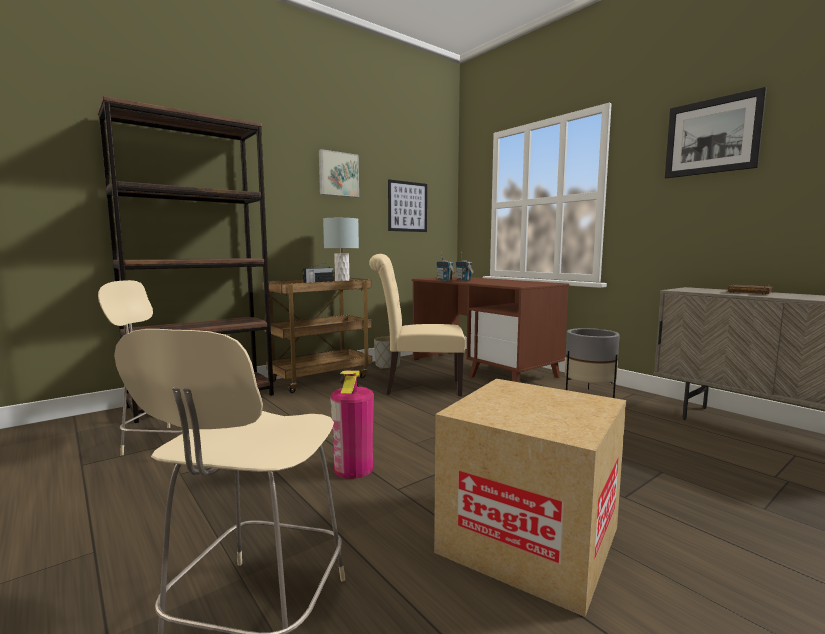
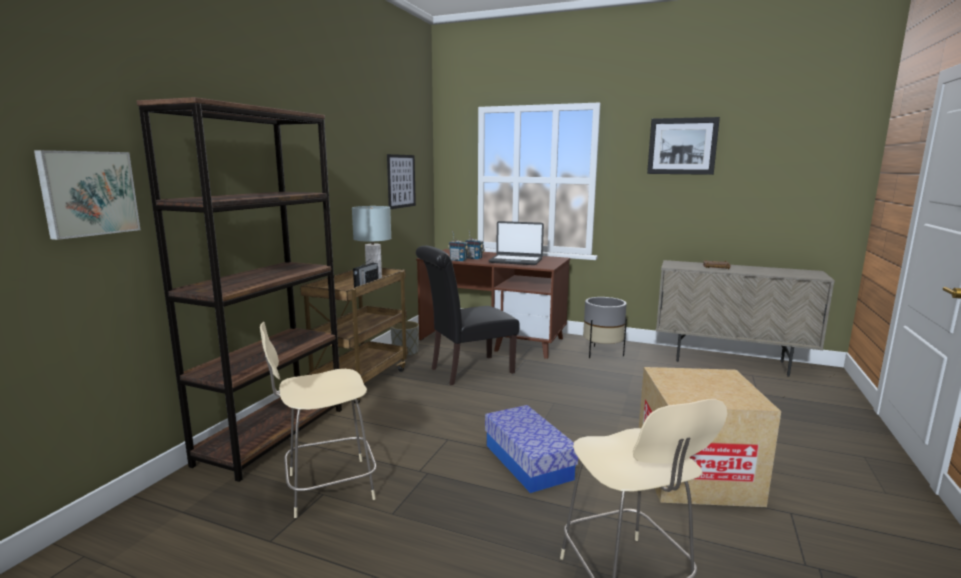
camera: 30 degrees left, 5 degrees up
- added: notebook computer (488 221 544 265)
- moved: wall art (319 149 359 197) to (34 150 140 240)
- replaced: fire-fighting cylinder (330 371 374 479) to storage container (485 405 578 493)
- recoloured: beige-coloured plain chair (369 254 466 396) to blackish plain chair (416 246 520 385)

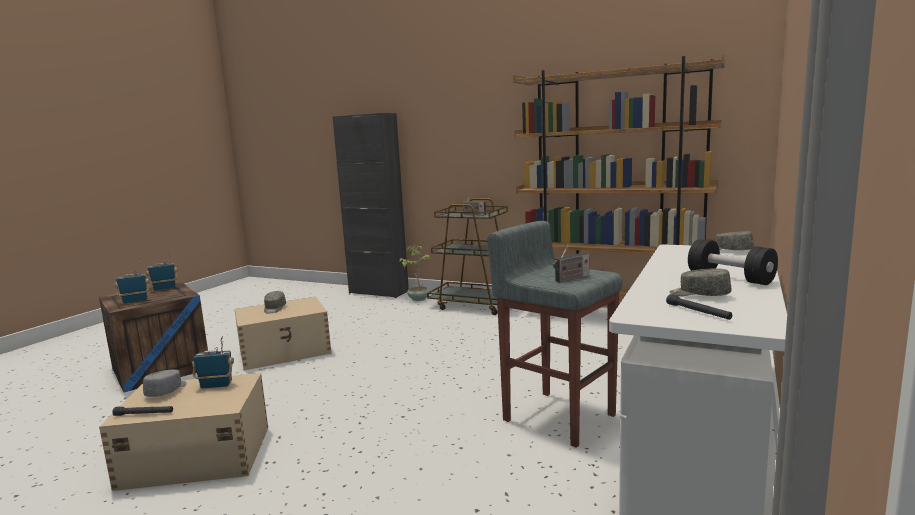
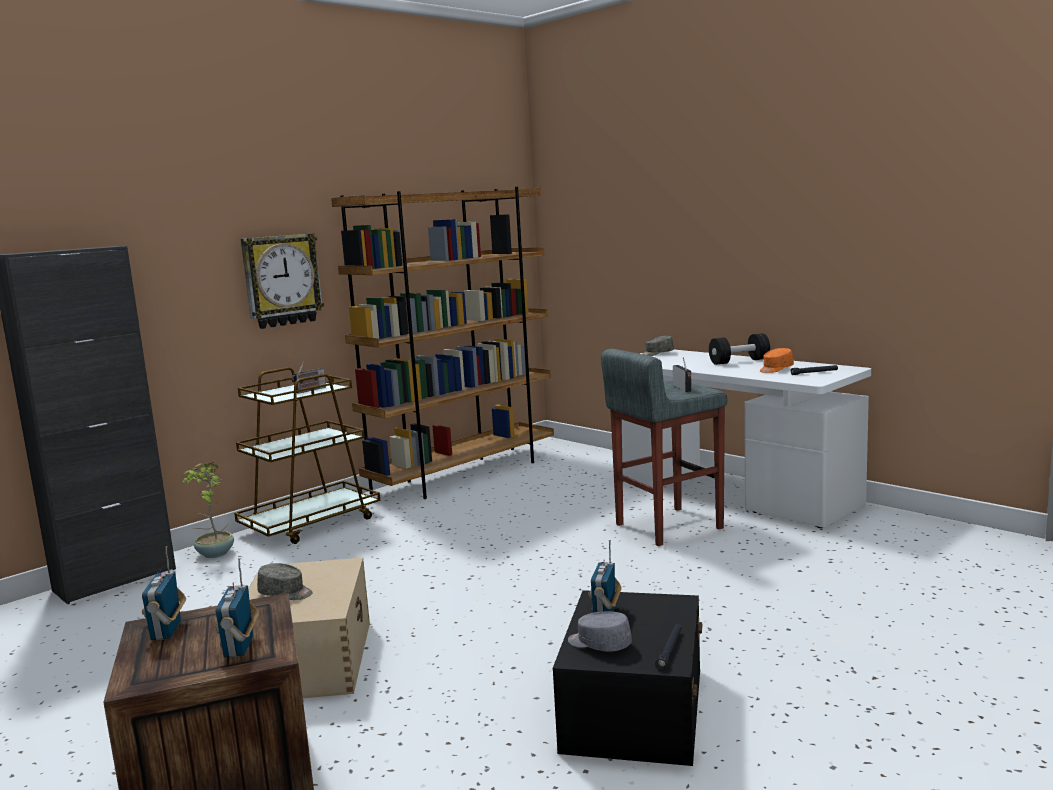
camera: 70 degrees left, 0 degrees up
- added: clock on the wall (241 233 324 329)
- recoloured: beige-coloured storage container (99 373 268 491) to blackish storage container (553 590 703 766)
- recoloured: grey cap (669 268 731 296) to orange cap (760 348 794 373)

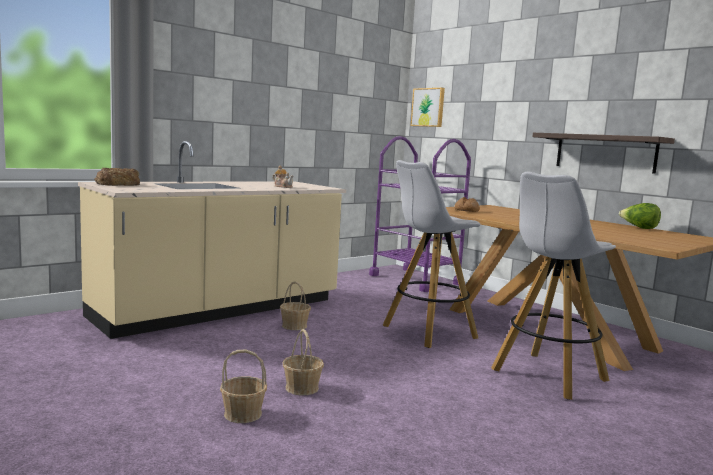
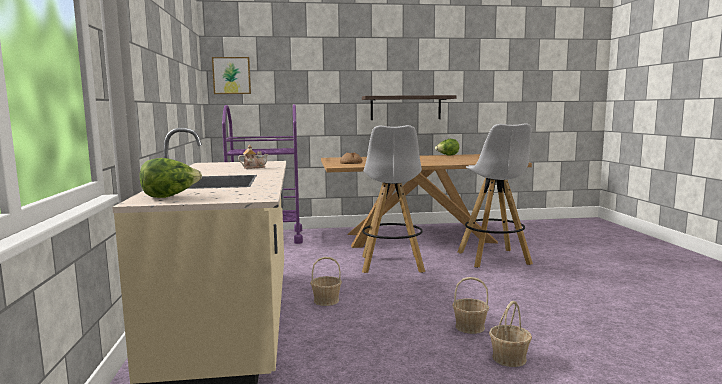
camera: 55 degrees left, 0 degrees up
- replaced: bakery bread (94 168 140 186) to head of lettuce (140 158 202 198)

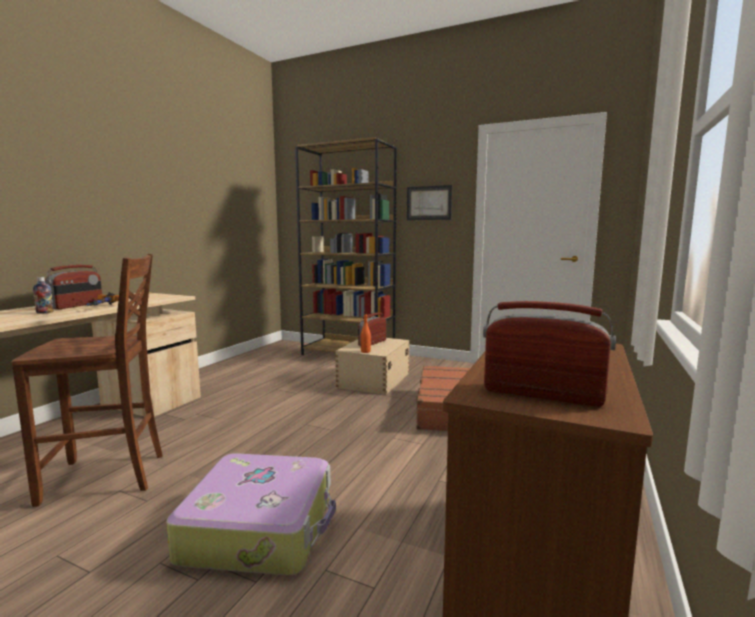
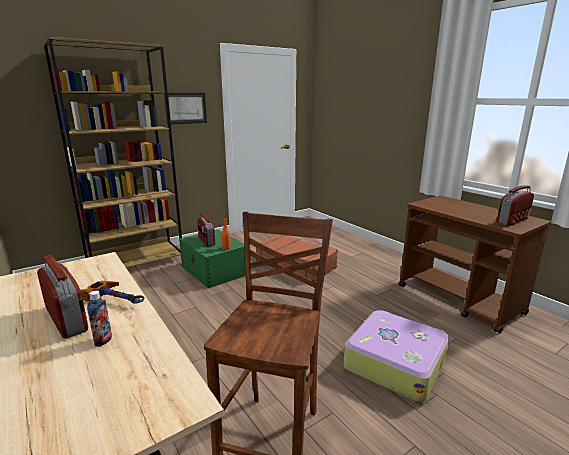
camera: 60 degrees left, 10 degrees up
- recoloured: beige-coloured storage container (335 338 409 395) to greenish storage container (179 230 246 288)

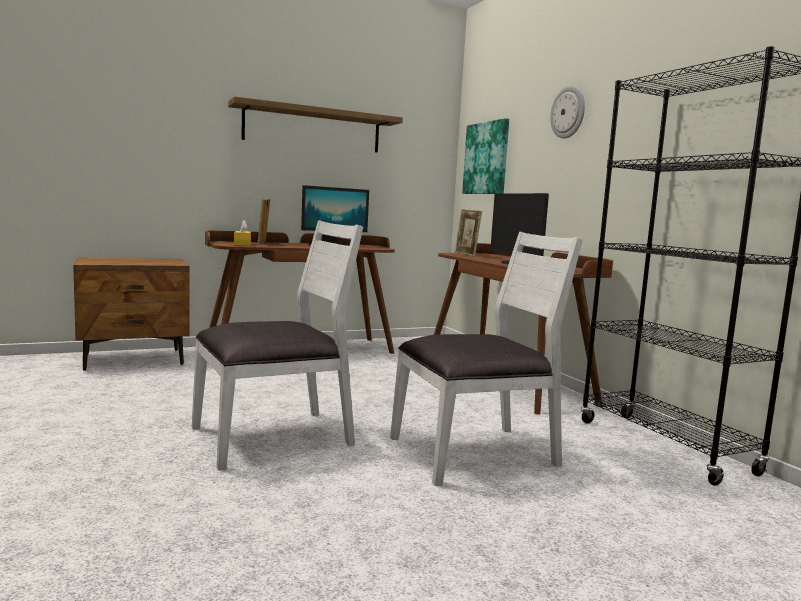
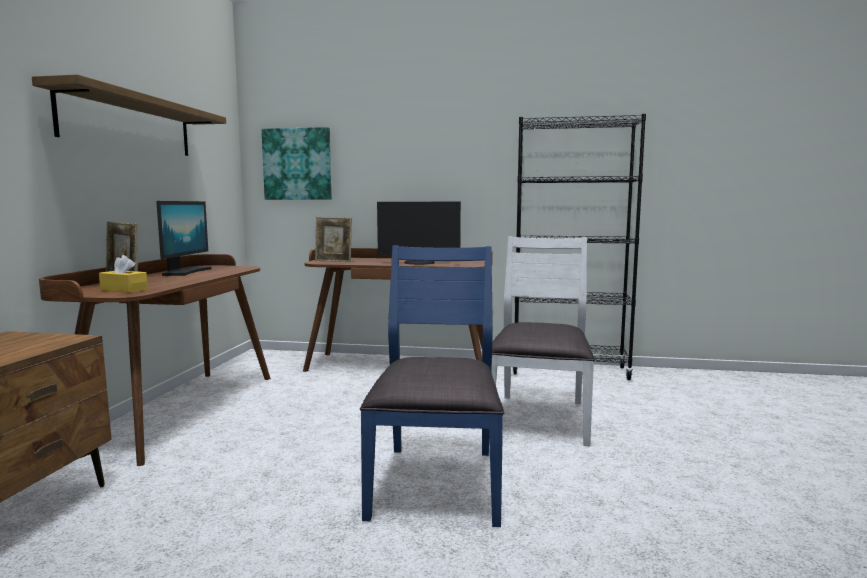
camera: 55 degrees left, 0 degrees up
- removed: clock on the wall (550 86 585 139)
- recoloured: white-coloured plain chair (192 220 363 471) to blue-coloured plain chair (360 246 504 527)

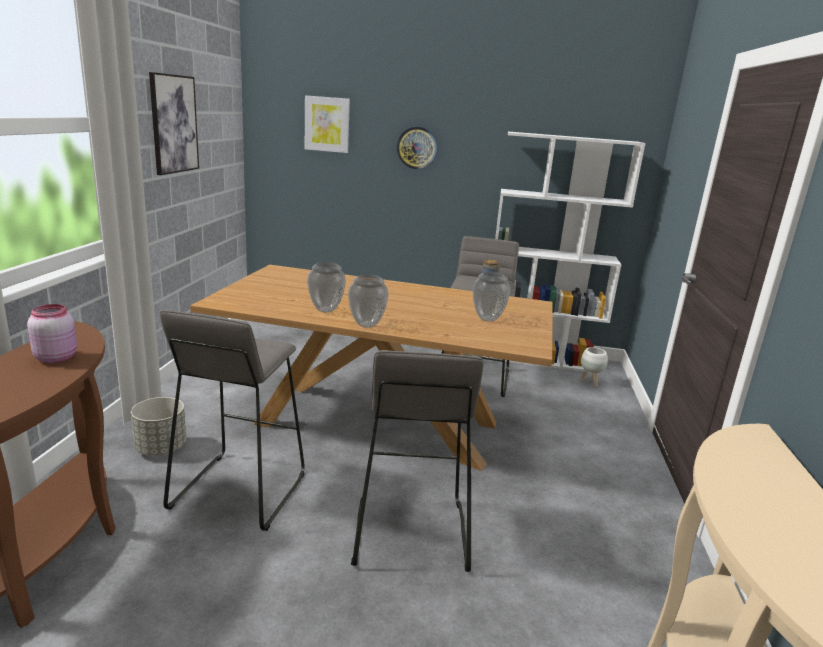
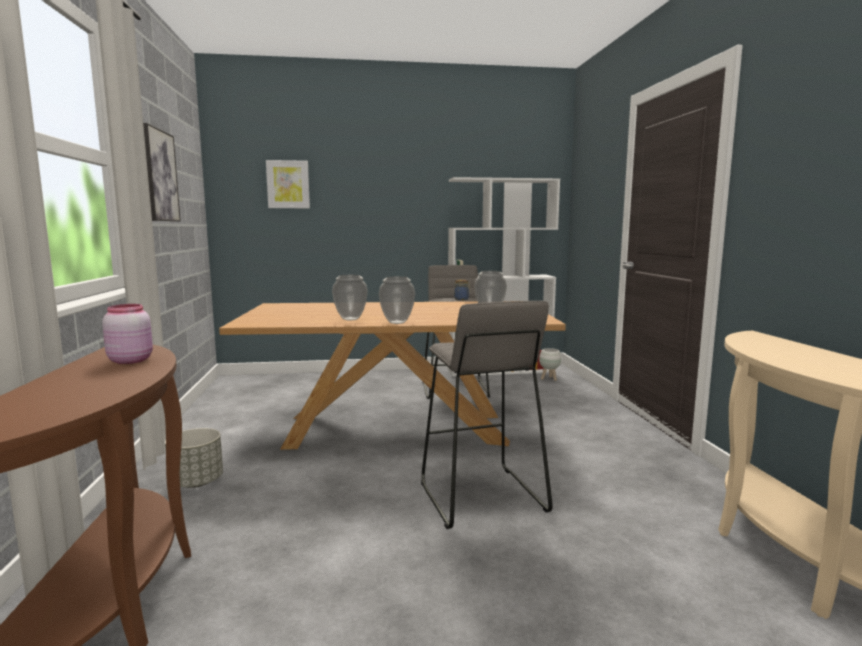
camera: 15 degrees left, 10 degrees down
- removed: grey sitting stool (160 310 305 531)
- removed: clock on the wall (397 126 438 169)

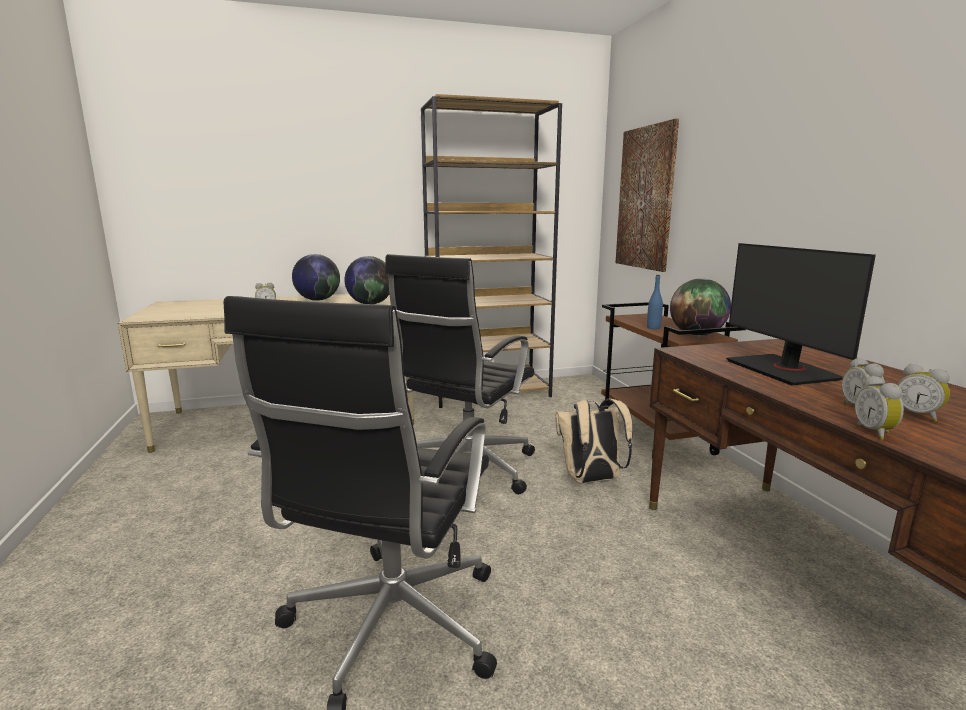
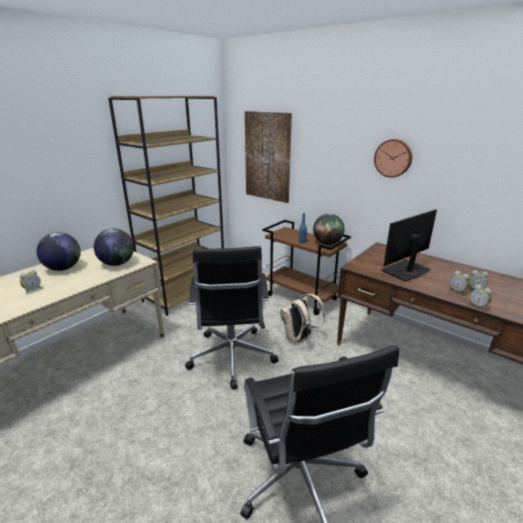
camera: 35 degrees left, 10 degrees up
- added: clock on the wall (374 139 412 178)
- turned: computer display (726 243 876 385) = (381 209 437 282) 105 degrees clockwise

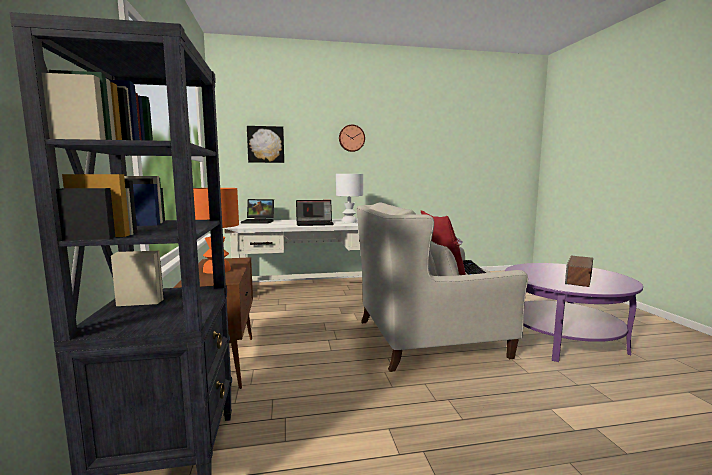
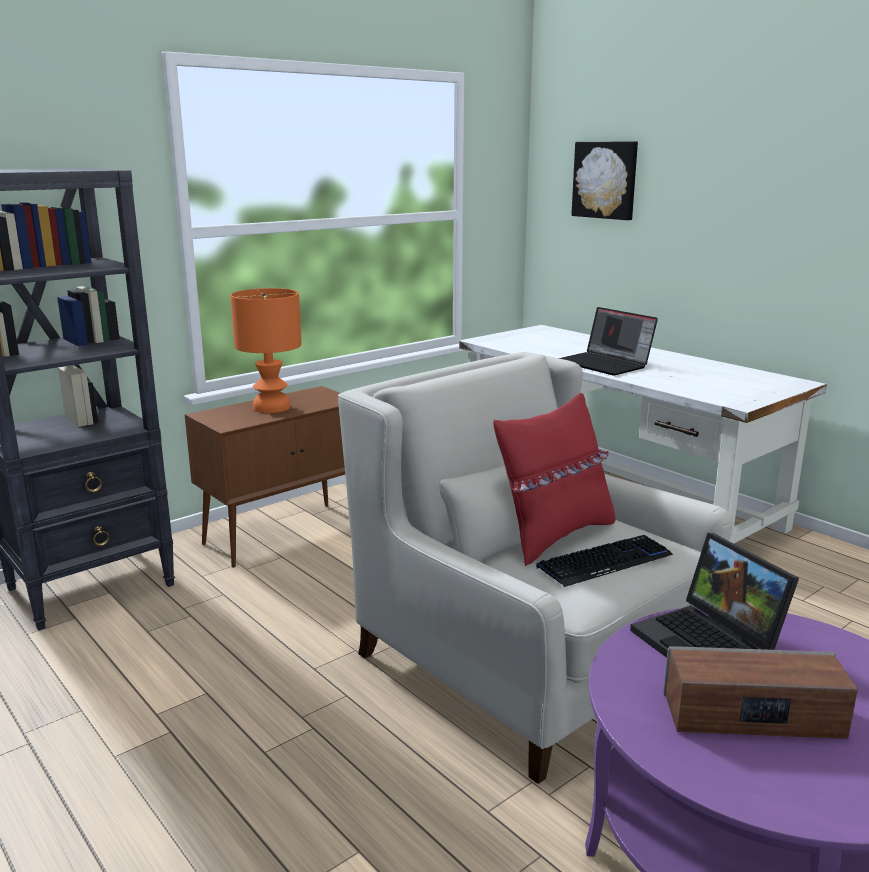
camera: 60 degrees right, 10 degrees up
- removed: white-coloured table lamp (336 174 363 223)
- removed: clock on the wall (339 125 365 152)
- moved: notebook computer (241 199 274 224) to (630 533 799 658)

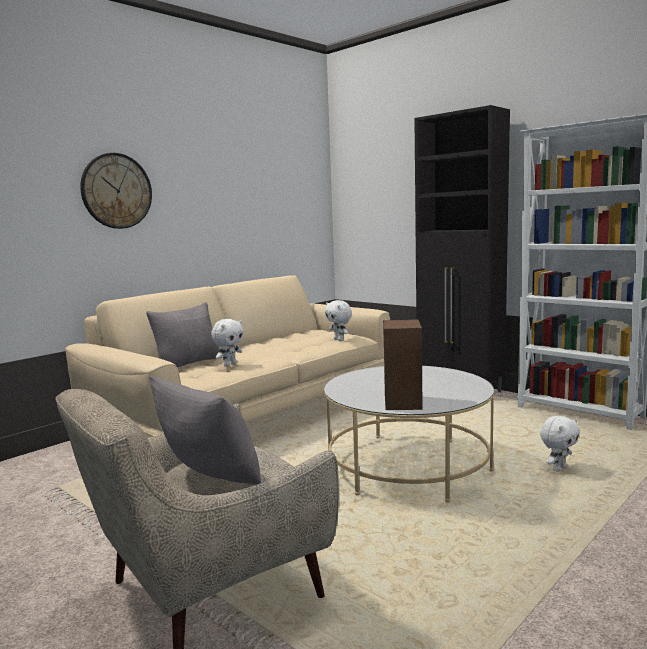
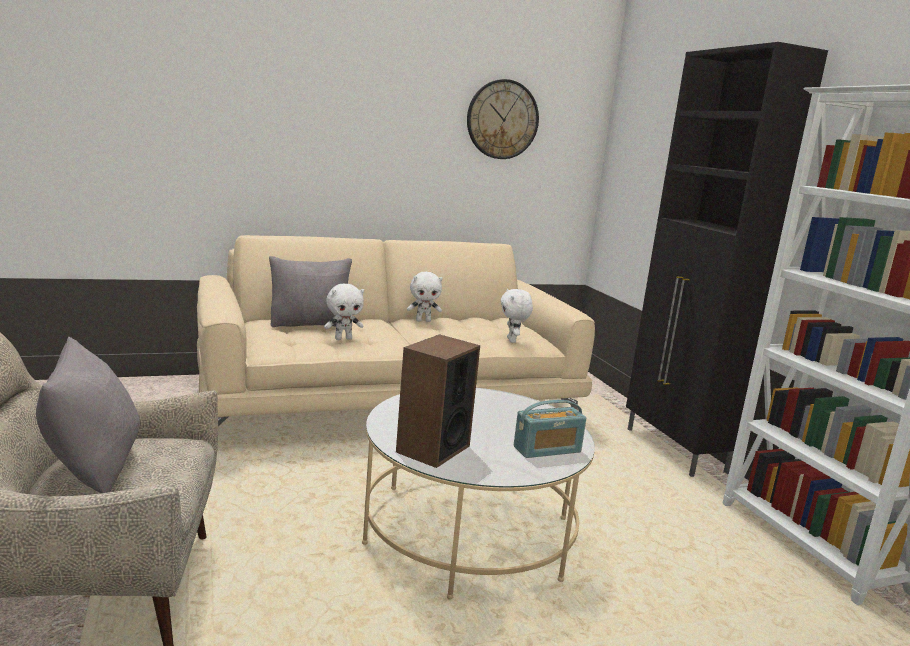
camera: 25 degrees right, 5 degrees up
- added: radio receiver (514 400 586 458)
- moved: clock on the wall (80 153 152 229) to (467 79 539 159)
- moved: white-coloured cuddly toy (540 416 580 472) to (407 272 443 322)

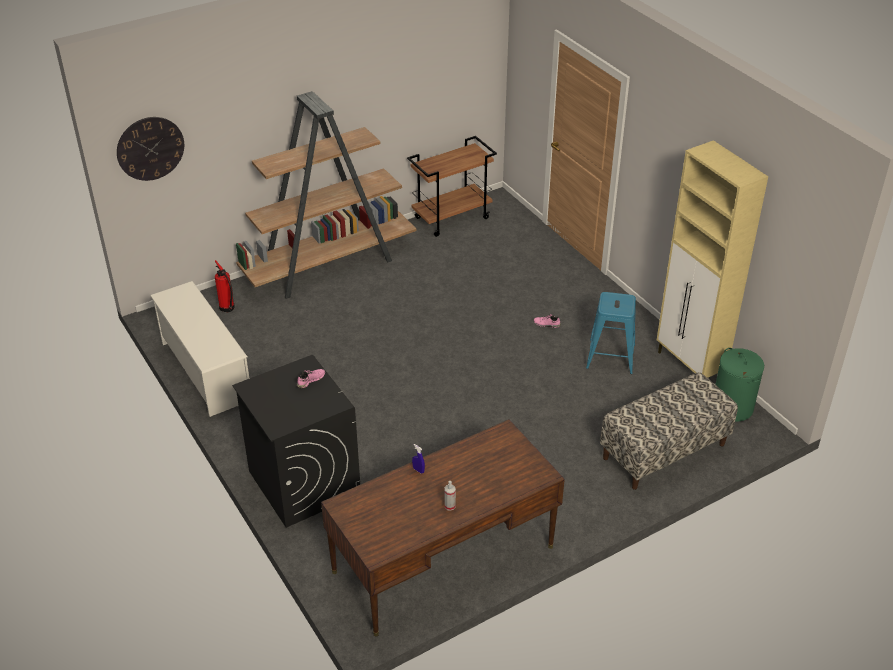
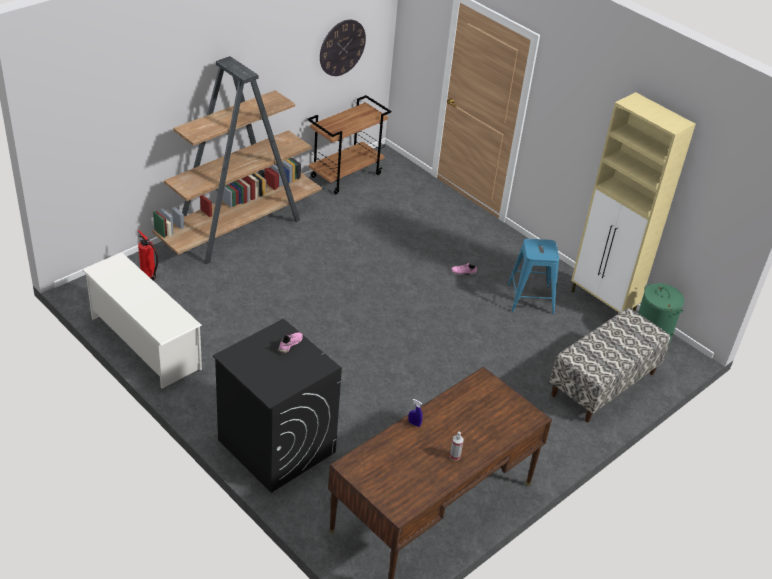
camera: 15 degrees left, 0 degrees up
- moved: clock on the wall (117 117 184 181) to (320 20 366 76)

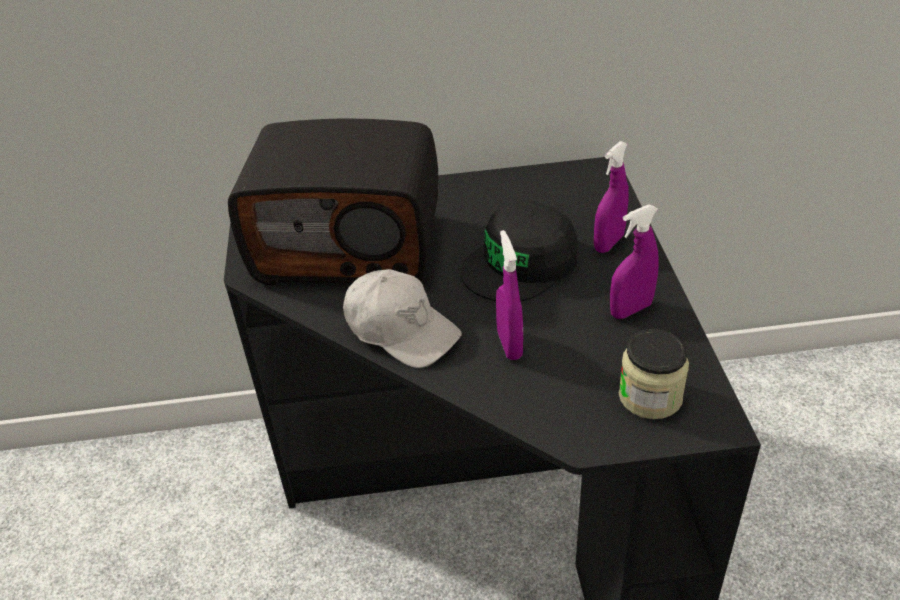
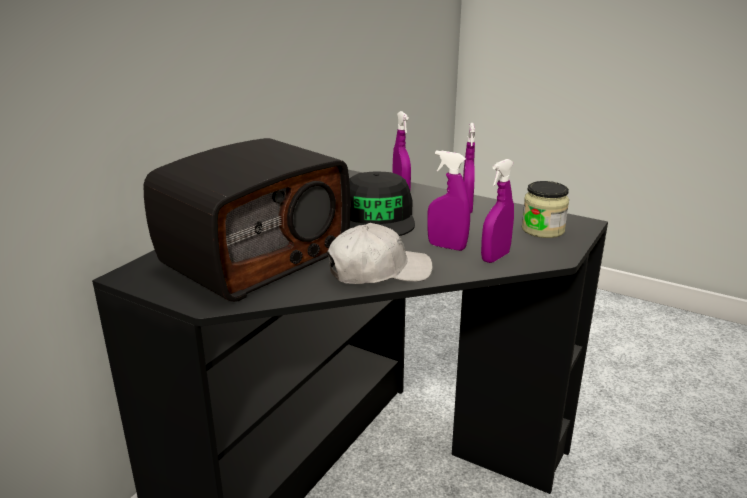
camera: 55 degrees left, 15 degrees down
- added: purple-coloured sprayer (481 159 514 263)

